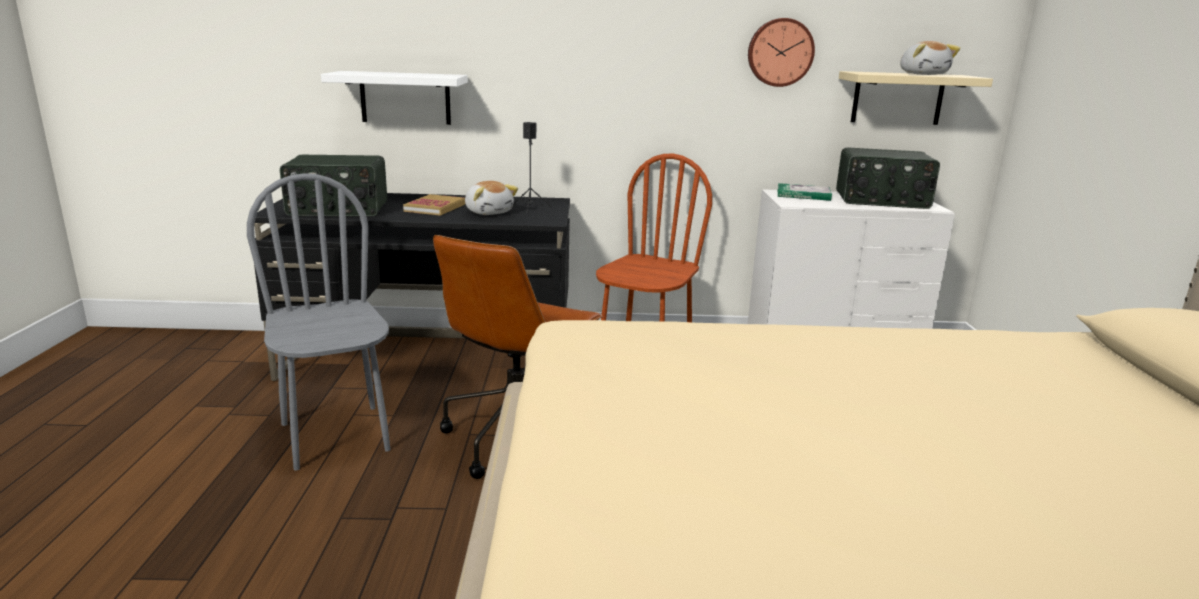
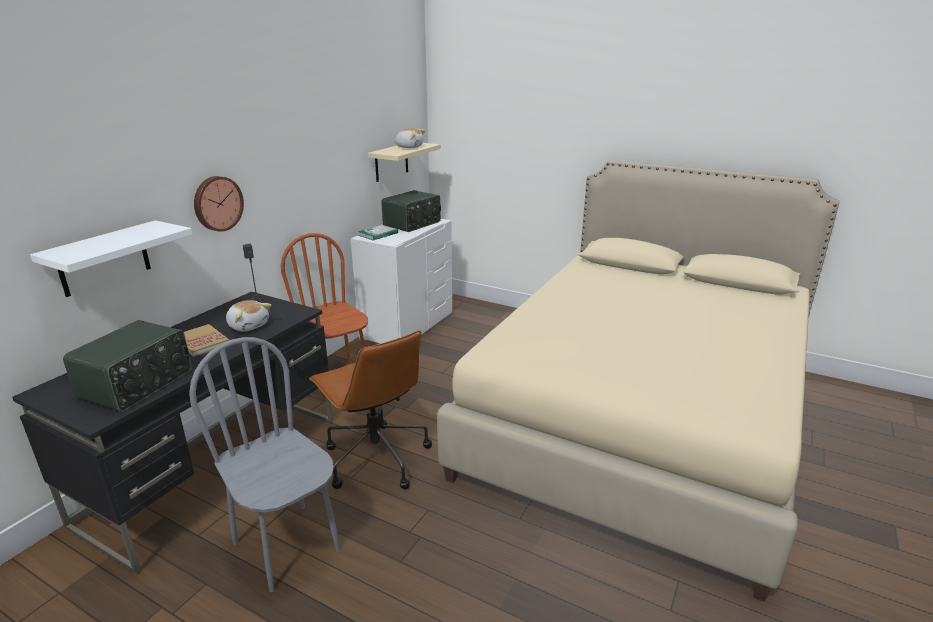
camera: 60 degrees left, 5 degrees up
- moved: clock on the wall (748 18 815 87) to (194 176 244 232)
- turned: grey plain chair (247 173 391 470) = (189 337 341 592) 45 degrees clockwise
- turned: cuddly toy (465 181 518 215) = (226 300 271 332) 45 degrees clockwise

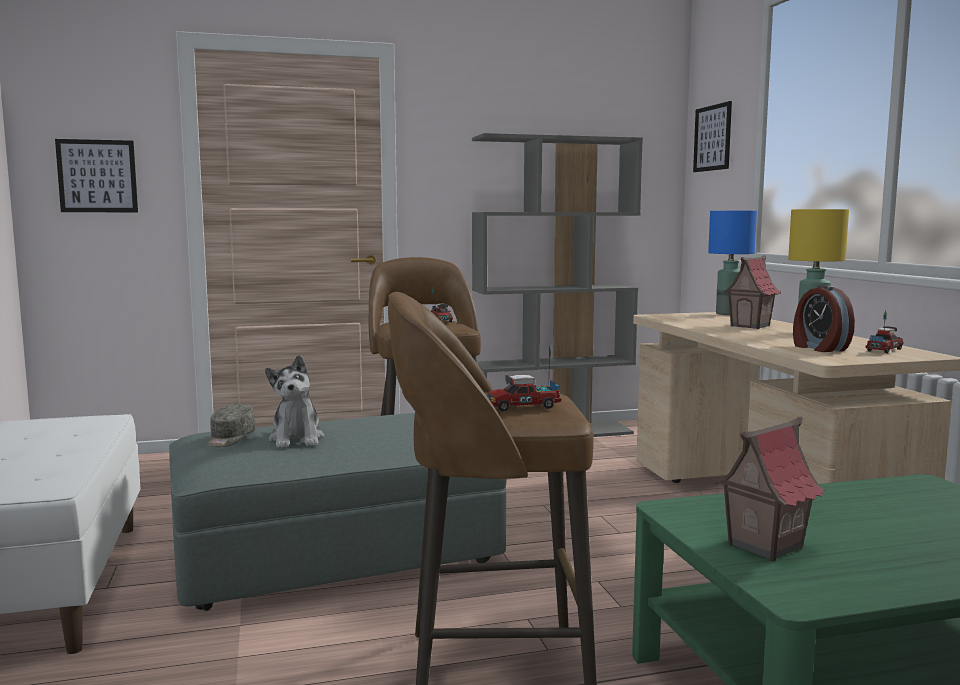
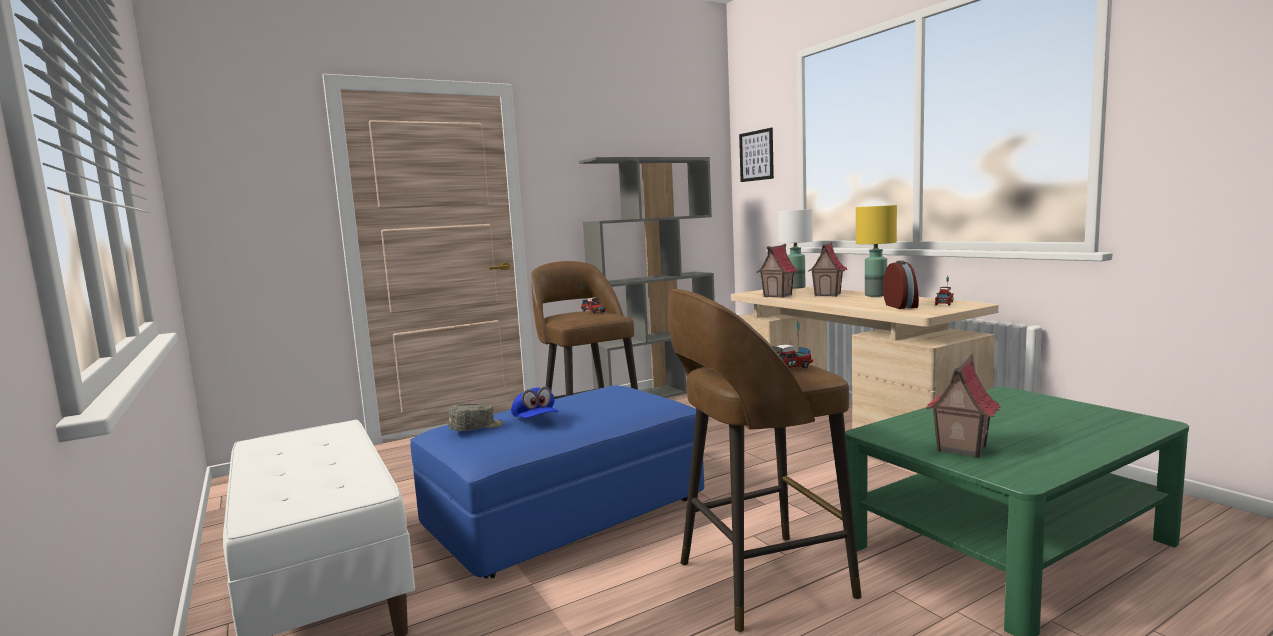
camera: 15 degrees left, 0 degrees up
- removed: wall art (55 139 138 212)
- added: model house (757 244 798 298)
- replaced: cuddly toy (265 355 324 448) to blue-coloured cap (511 386 558 418)
- recoloured: grey pouffe (169 413 507 611) to blue-coloured pouffe (410 385 704 578)
- recoloured: blue-coloured table lamp (708 211 757 315) to white-coloured table lamp (778 209 813 289)
- turned: grey cap (207 404 256 447) = (448 404 504 431) 120 degrees counterclockwise
- turned: alarm clock (793 285 855 352) = (883 260 919 309) 150 degrees counterclockwise

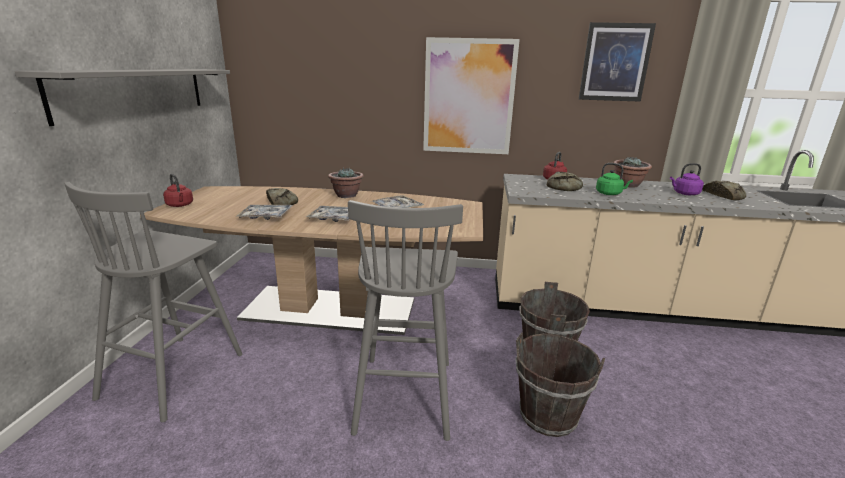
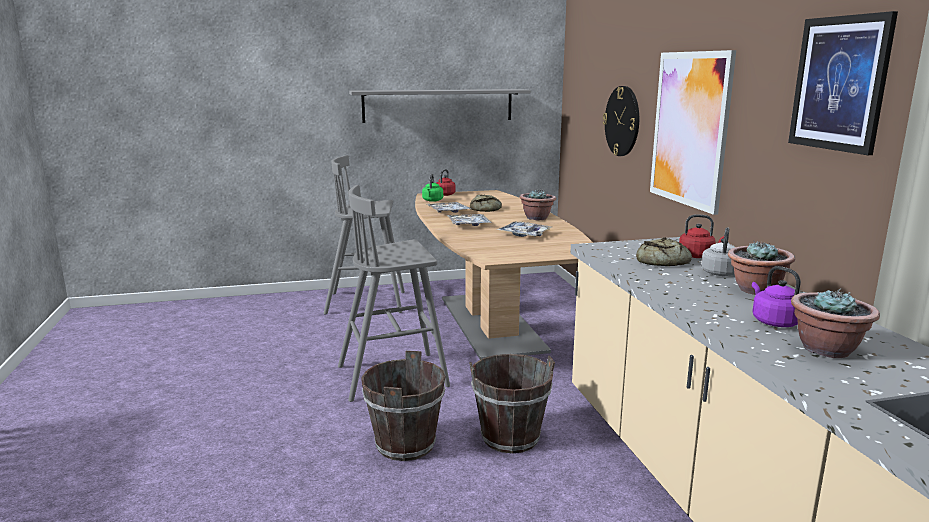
camera: 70 degrees right, 5 degrees down
- added: clock on the wall (603 86 639 156)
- added: grey kettle (701 227 735 276)
- moved: greenish kettle (596 163 633 195) to (422 174 443 202)
- replaced: bakery bread (702 181 746 200) to plant in a pot (791 288 880 358)

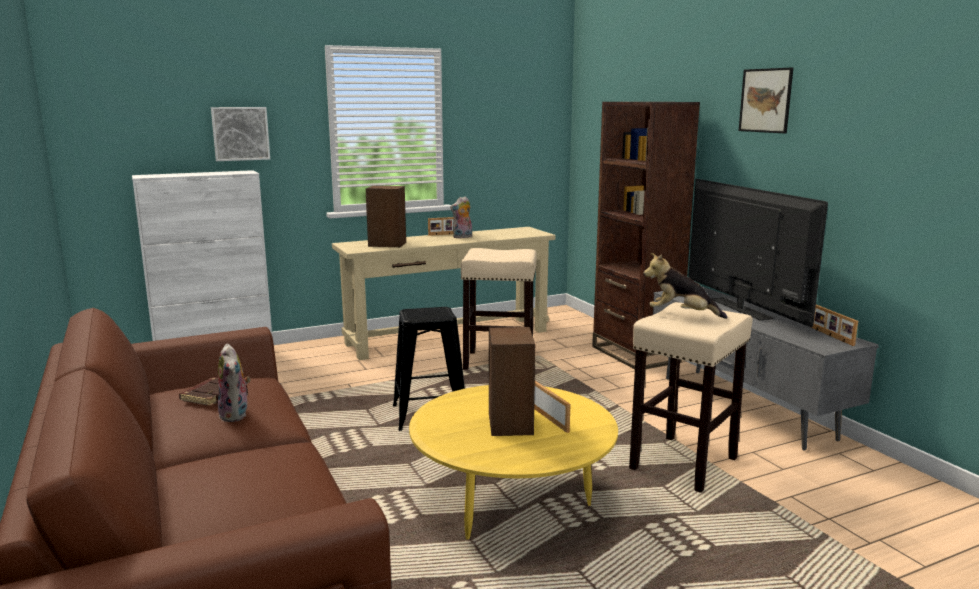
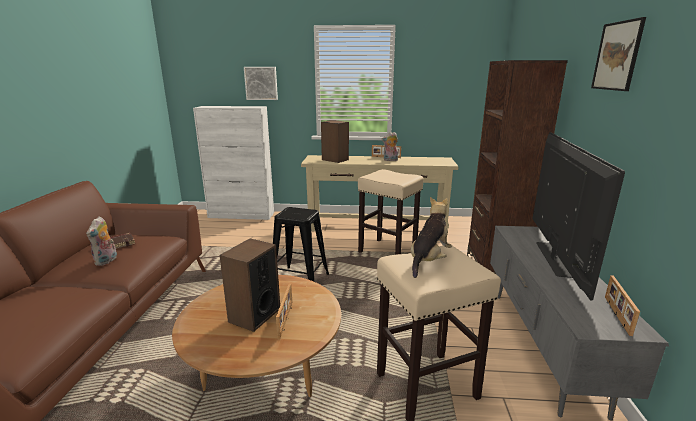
camera: 30 degrees right, 5 degrees up
- recoloured: yellowish low table (409 385 618 540) to brown-coloured low table (172 275 341 397)
- turned: cuddly toy (644 253 727 319) = (411 197 452 278) 75 degrees clockwise

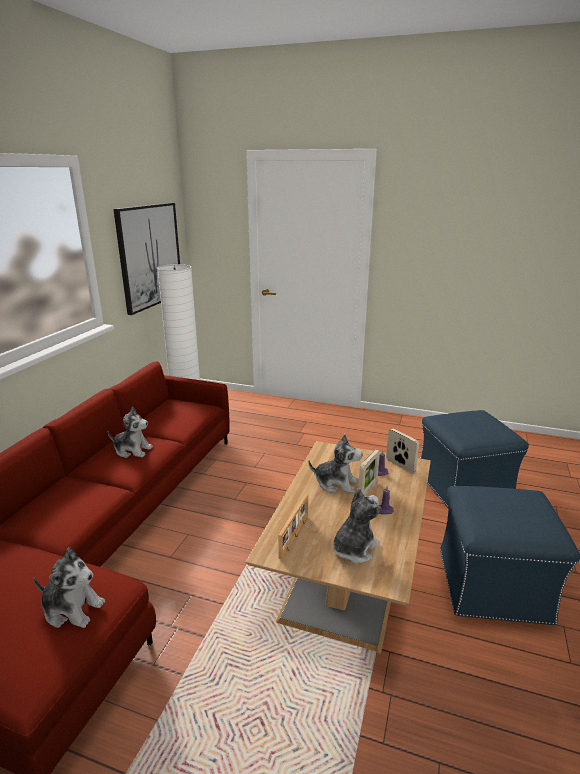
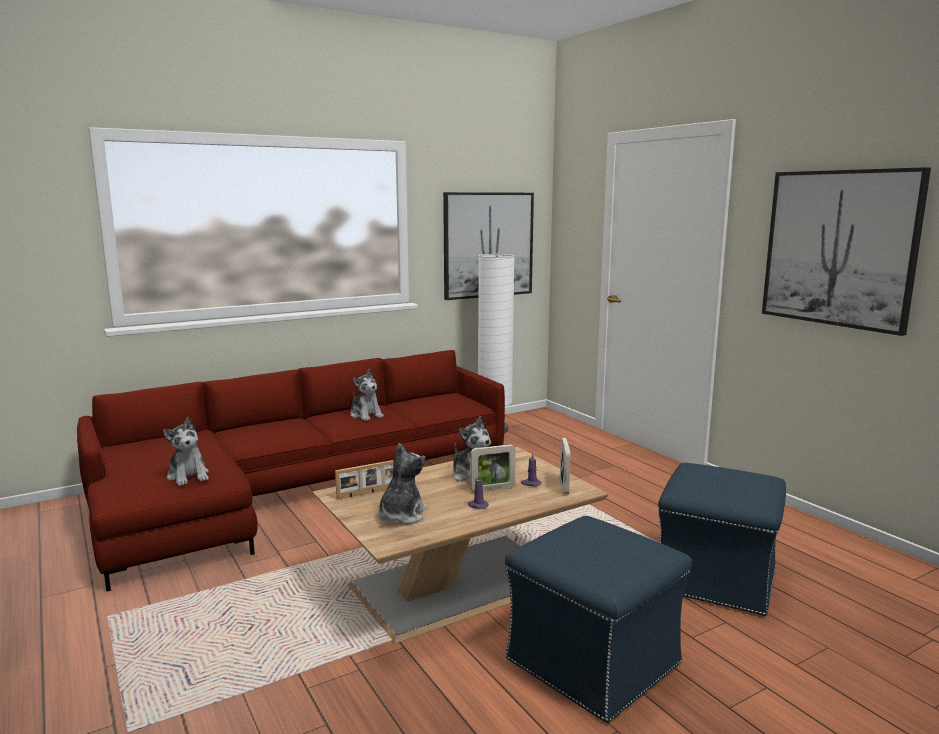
camera: 40 degrees right, 10 degrees down
- added: wall art (762 167 931 336)
- turned: cuddly toy (333 488 381 563) = (378 443 427 525) 60 degrees counterclockwise

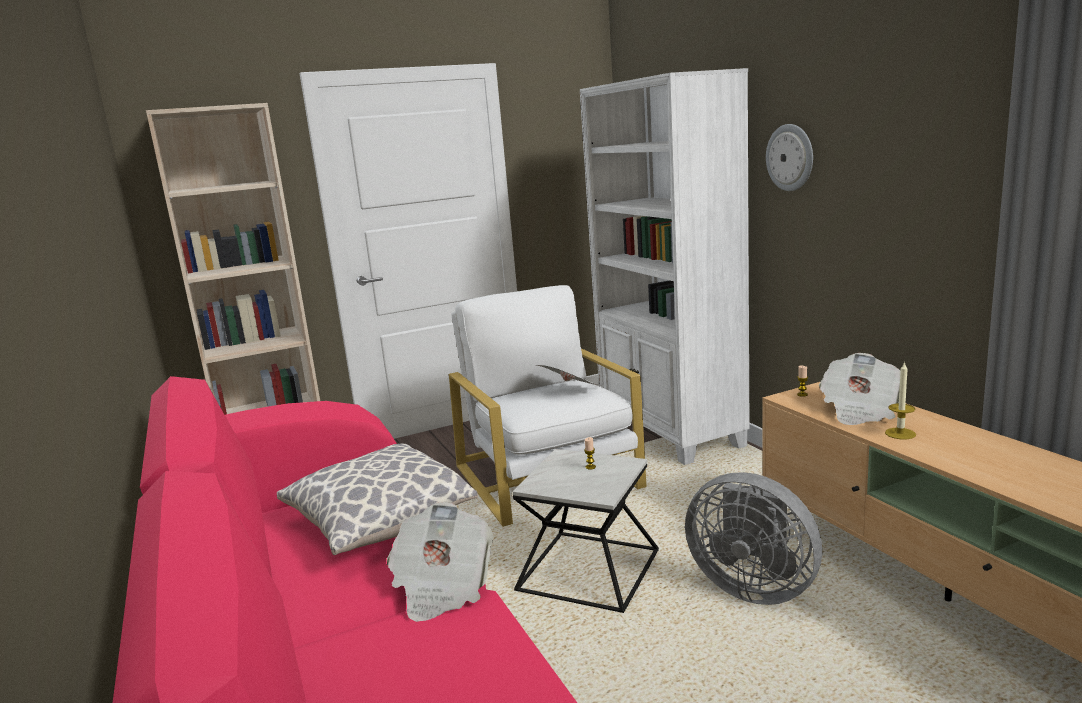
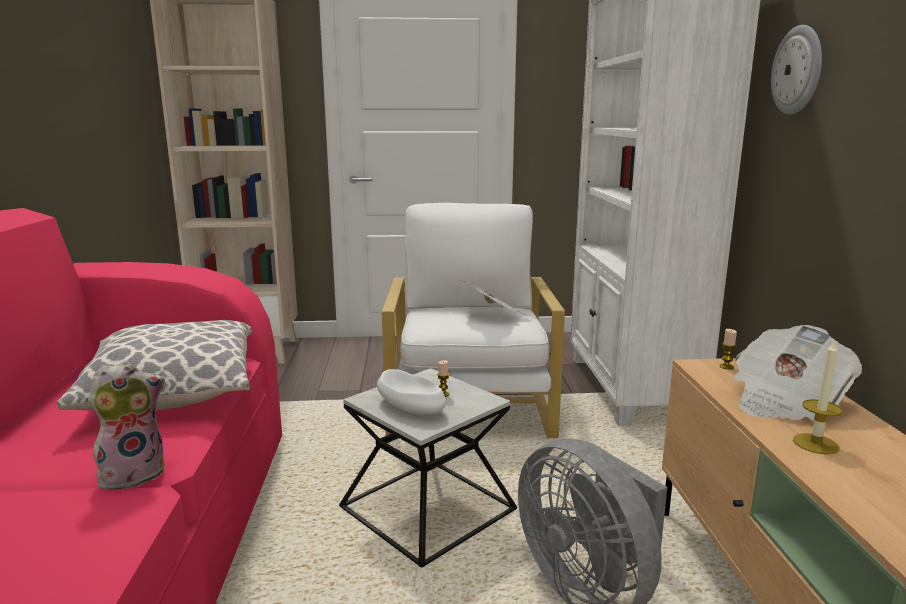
camera: 20 degrees right, 0 degrees up
- added: white-coloured deep dish (377 369 446 417)
- replaced: daily paper (387 502 494 622) to cuddly toy (88 361 165 490)

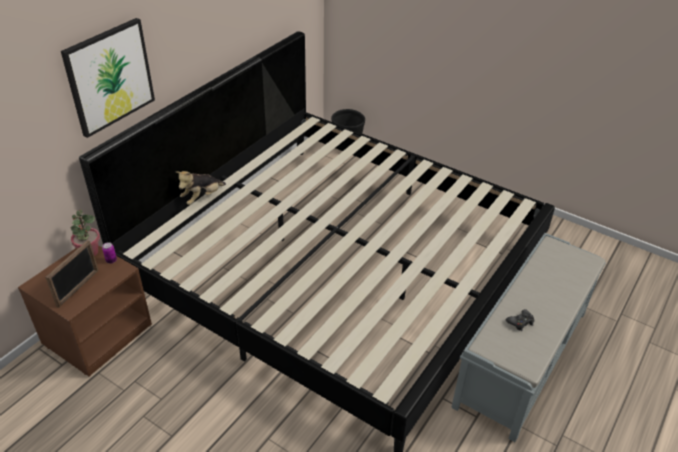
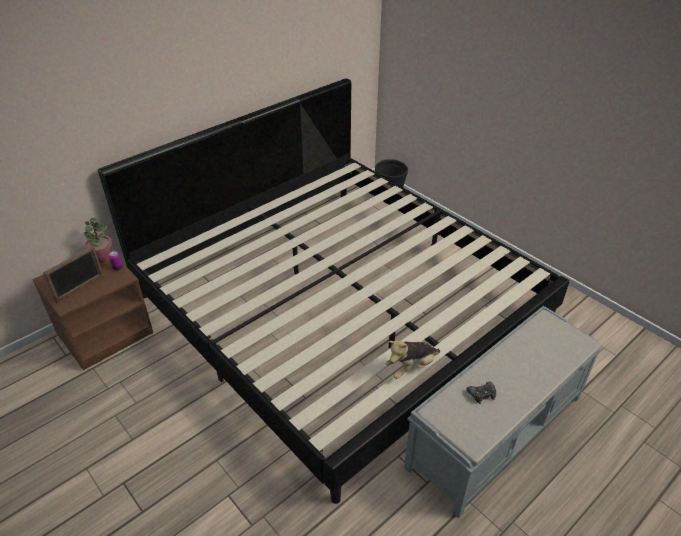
camera: 15 degrees right, 0 degrees up
- removed: wall art (61 18 155 138)
- moved: cuddly toy (176 171 226 205) to (386 340 440 379)

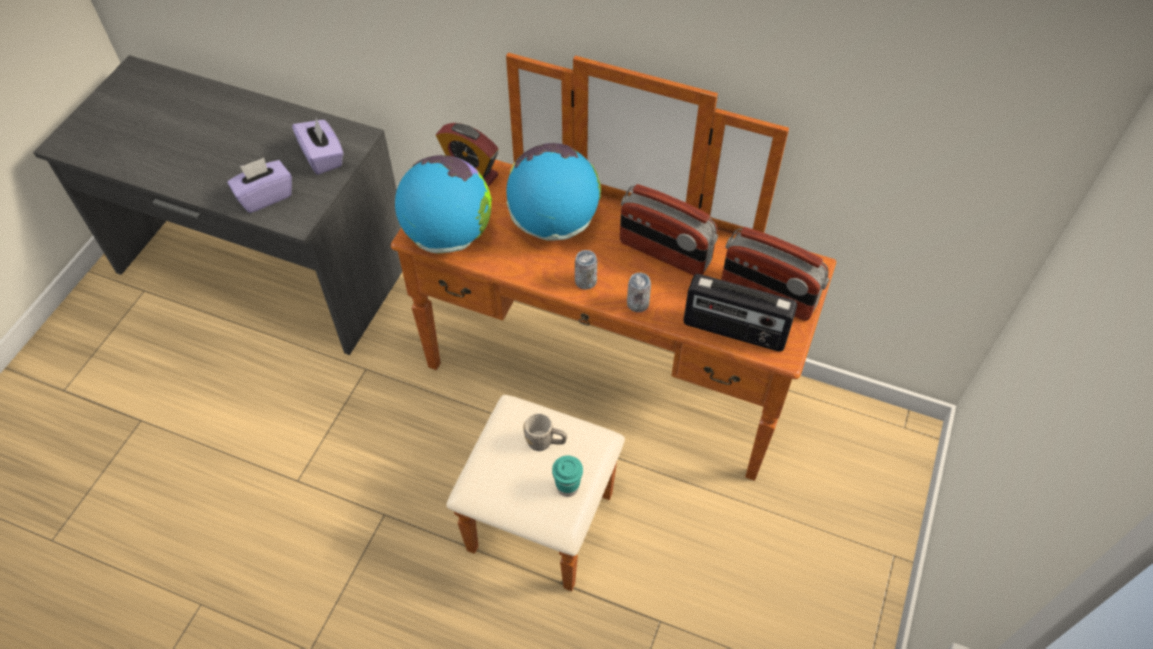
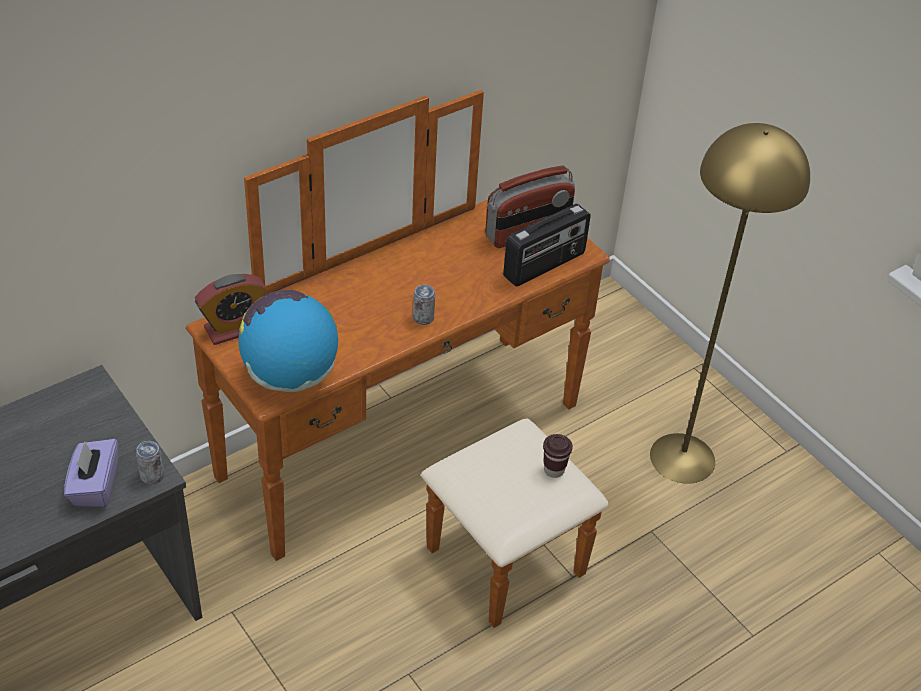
camera: 60 degrees left, 10 degrees down
- removed: purple-coloured tissue holder (292 117 344 175)
- removed: globe (506 143 601 241)
- removed: grey mug (523 413 567 451)
- removed: radio receiver (620 184 718 276)
- added: yellowish standard lamp (650 123 810 484)
- moved: can (627 273 651 312) to (136 441 164 485)
- recoloured: blue-green cup (552 456 583 497) to brown-coloured cup (543 434 573 478)

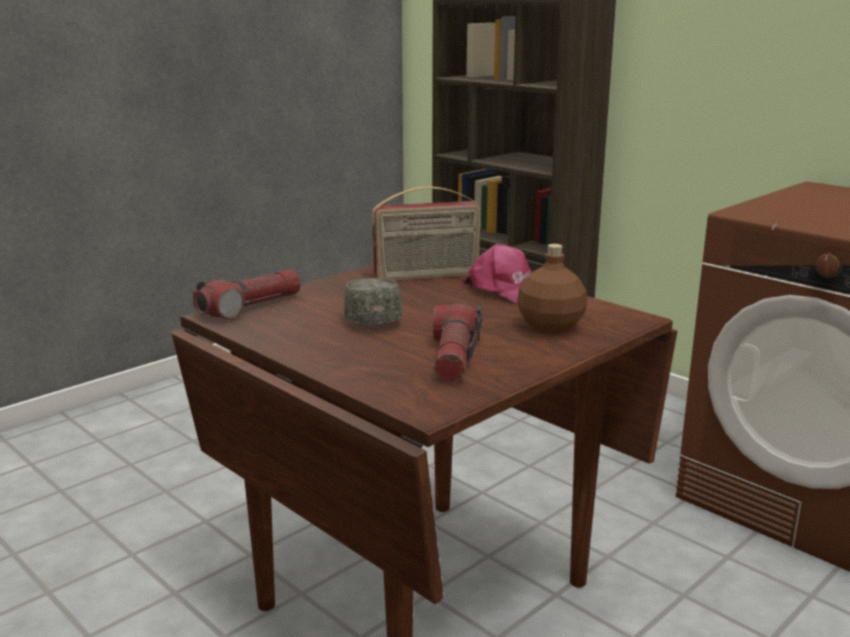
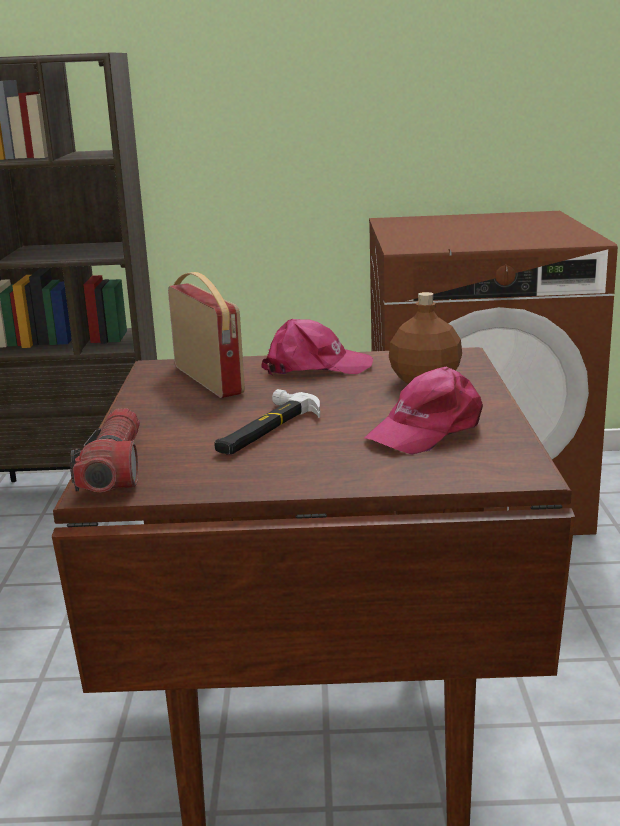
camera: 45 degrees left, 0 degrees up
- replaced: grey cap (344 278 402 324) to tool hammer (214 389 320 454)
- replaced: hand torch (433 304 482 382) to pink-coloured cap (365 367 483 455)
- turned: radio receiver (371 187 480 281) = (168 272 245 398) 60 degrees counterclockwise

